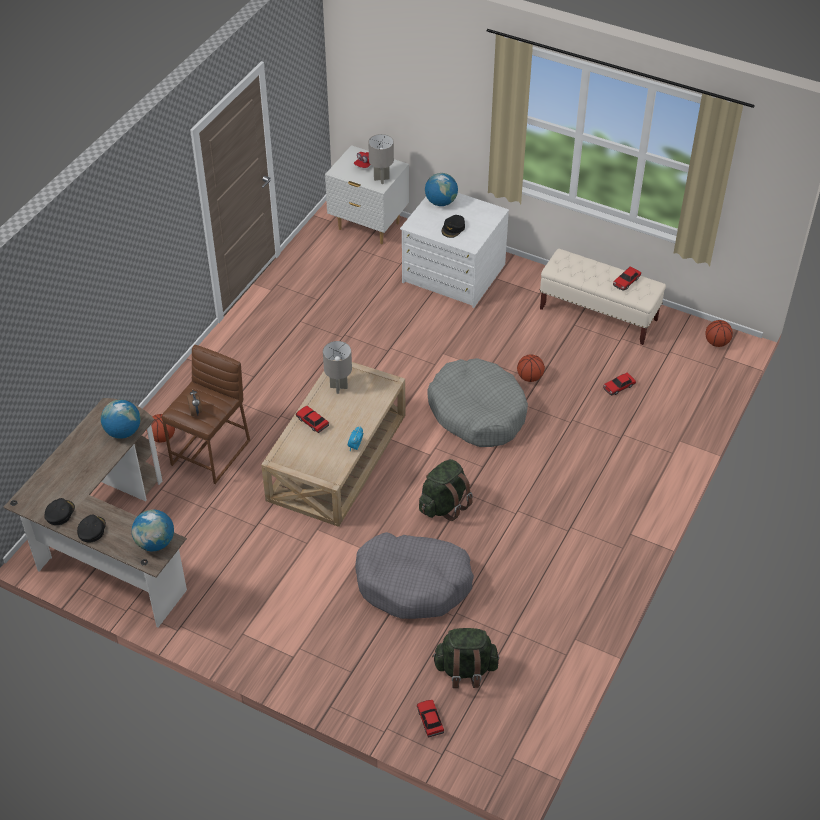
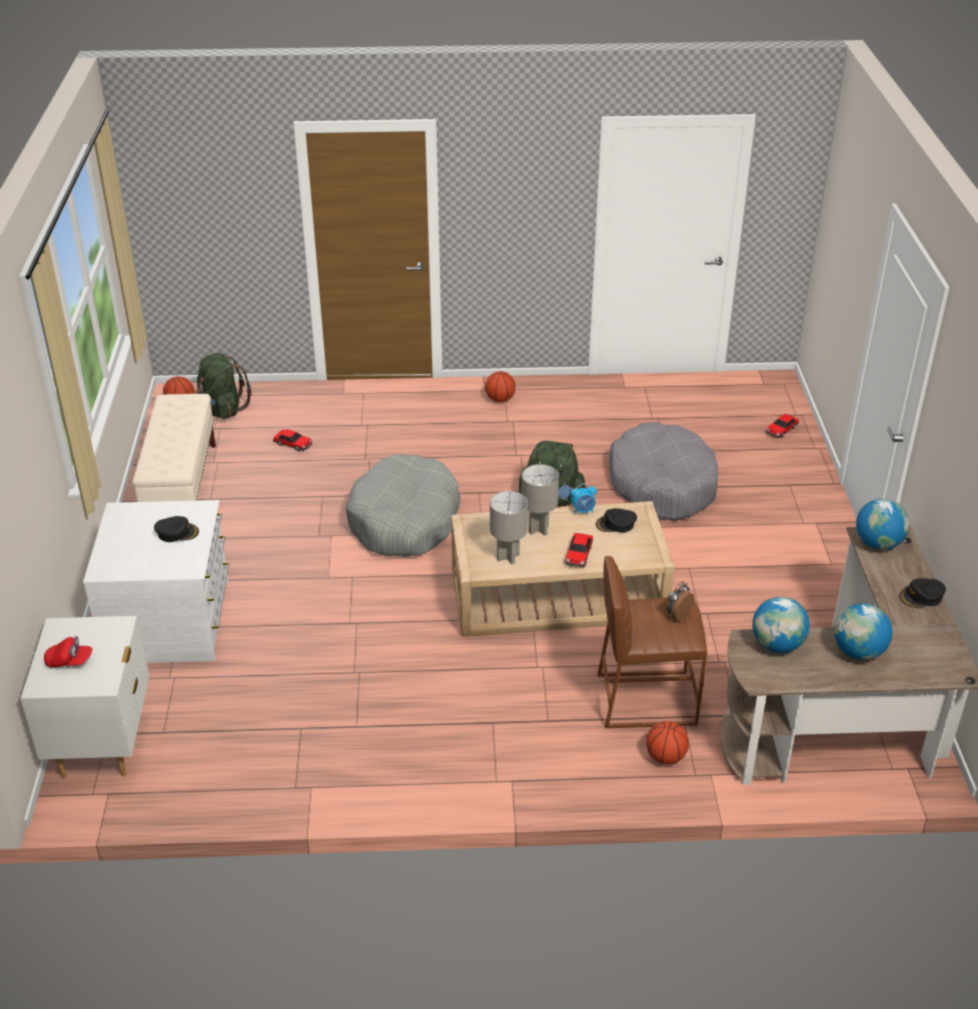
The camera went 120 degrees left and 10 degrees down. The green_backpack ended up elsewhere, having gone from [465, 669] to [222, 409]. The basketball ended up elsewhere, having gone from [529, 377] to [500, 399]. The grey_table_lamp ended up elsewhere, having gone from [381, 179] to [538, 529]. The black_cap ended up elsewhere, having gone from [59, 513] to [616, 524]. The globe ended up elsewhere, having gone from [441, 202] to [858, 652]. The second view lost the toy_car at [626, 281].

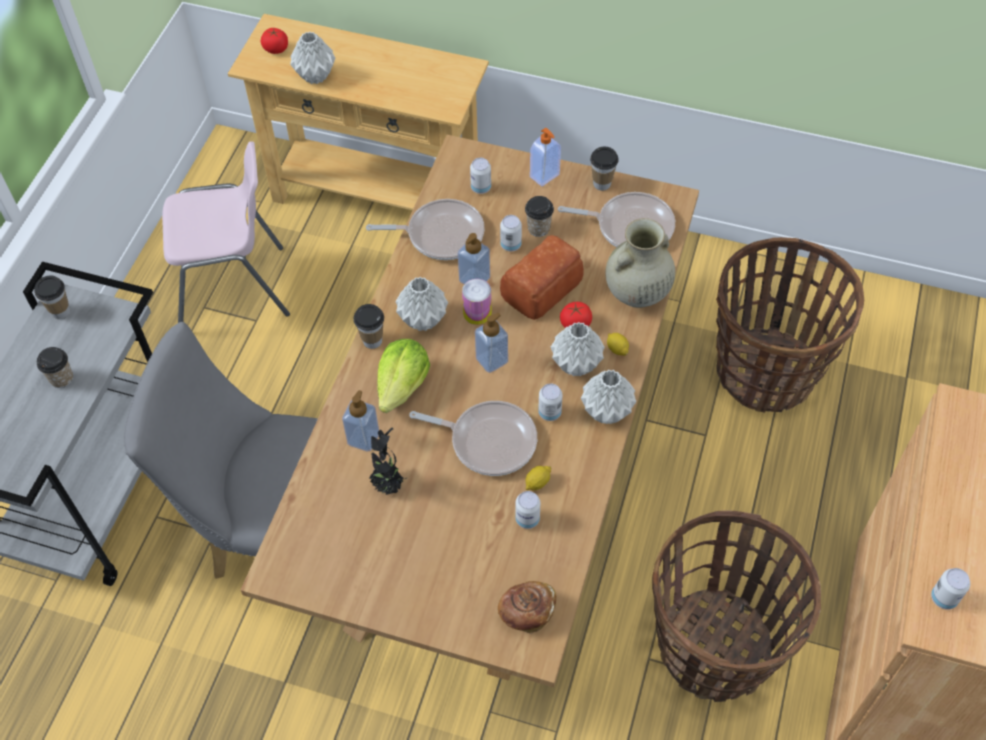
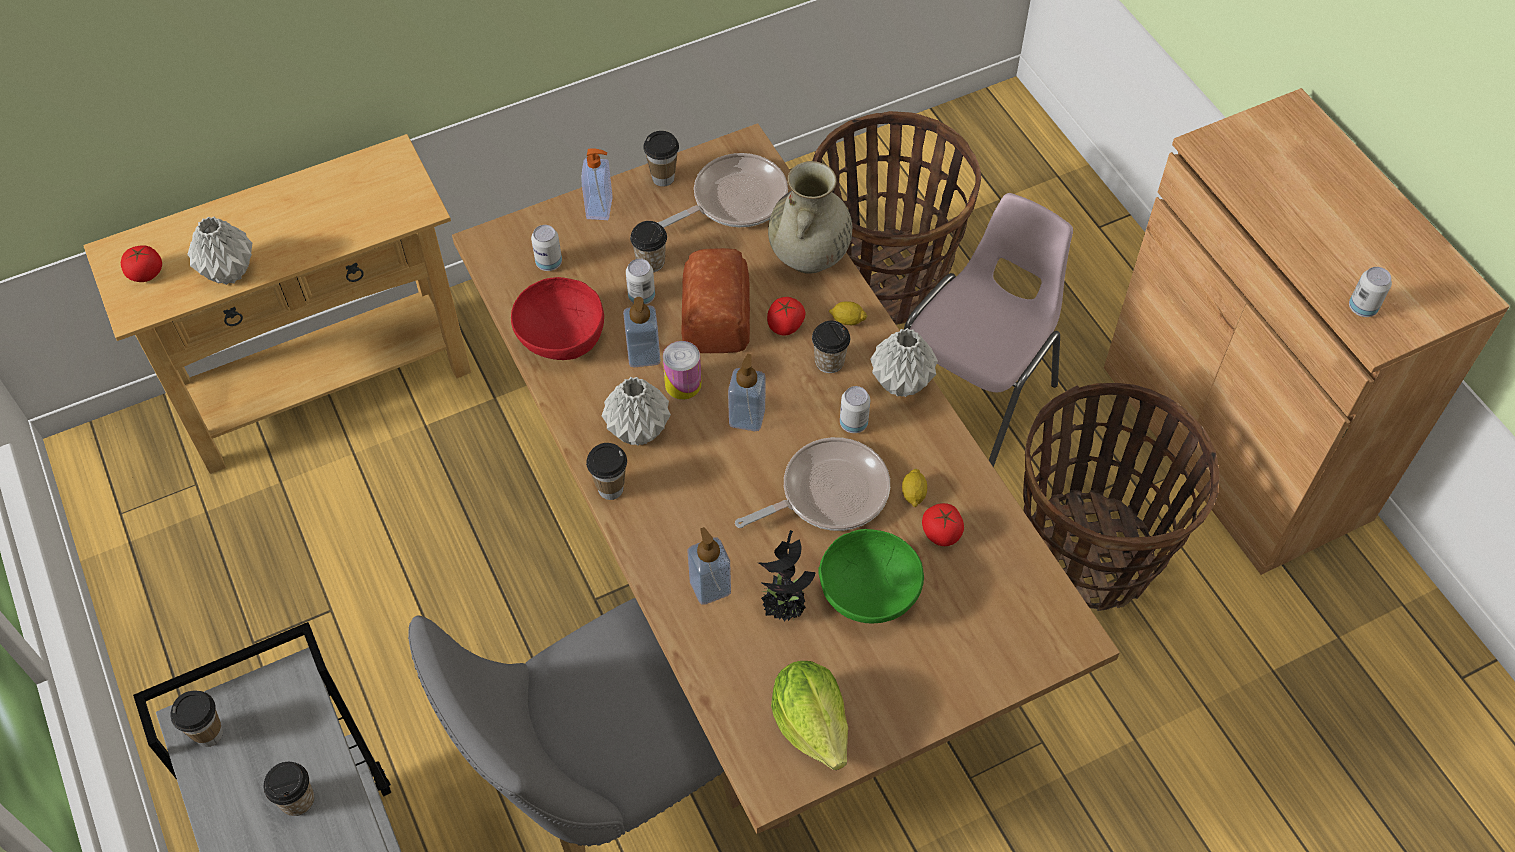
The camera went 45 degrees left and 0 degrees up. Where the frying_pan stood at [440, 234], the red_bowl came to stand at [560, 336]. The lettuce ended up elsewhere, having gone from [403, 386] to [811, 724]. Where the grey_vase stood at [577, 365], the cup came to stand at [829, 361]. The second view gained the green_bowl at [868, 593]. The pink_chair ended up elsewhere, having gone from [233, 289] to [972, 403]. Where the can stood at [527, 519], the tomato came to stand at [941, 533]. The second view lost the bread at [526, 612].

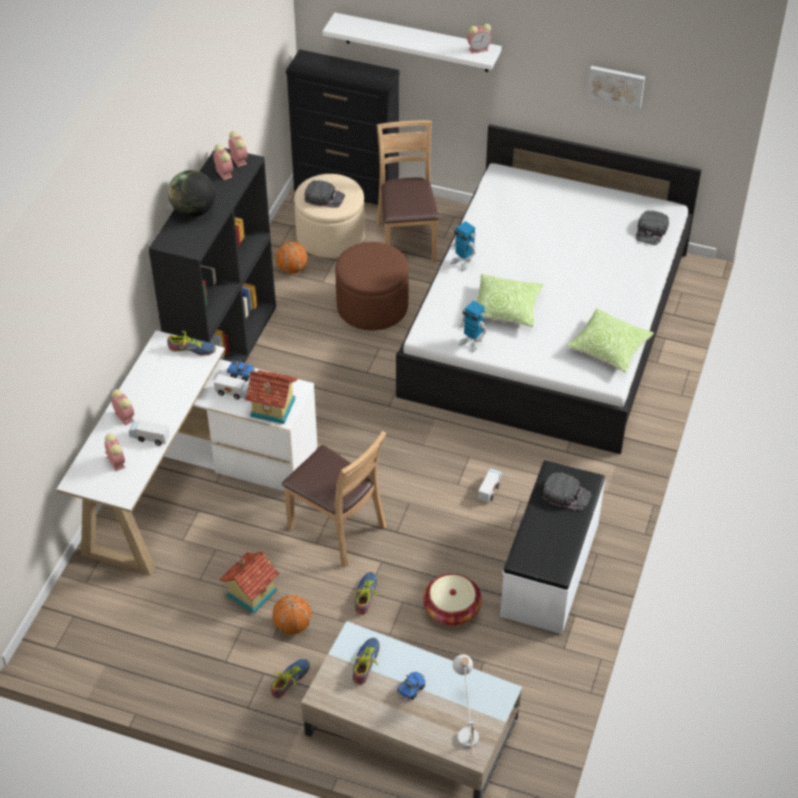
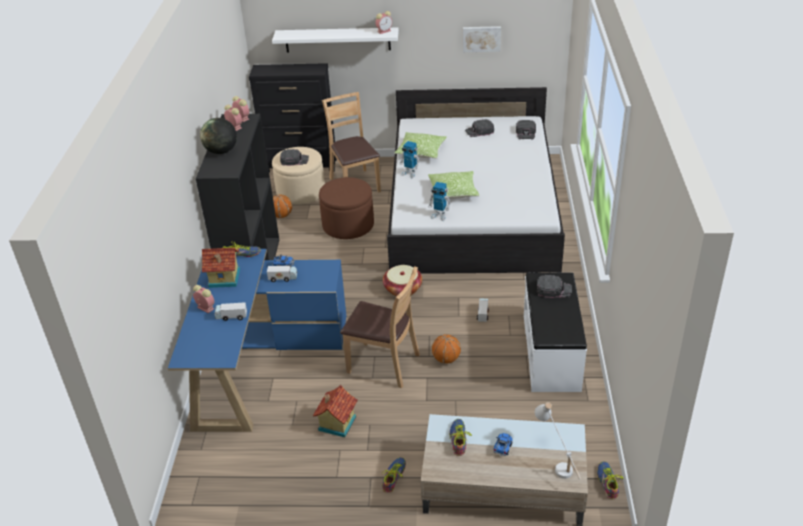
The camera went 15 degrees left and 10 degrees down. What was the white_desk at [188, 482] turned into the blue_desk at [257, 361]. The toy_house ended up elsewhere, having gone from [273, 408] to [224, 279]. The basket ended up elsewhere, having gone from [451, 609] to [402, 289]. The pillow ended up elsewhere, having gone from [609, 348] to [421, 151]. The basketball ended up elsewhere, having gone from [292, 625] to [446, 359]. The second view gained the black_cap at [479, 131]. The shoe ended up elsewhere, having gone from [365, 596] to [607, 482]. The second view lost the alarm_clock at [115, 462].

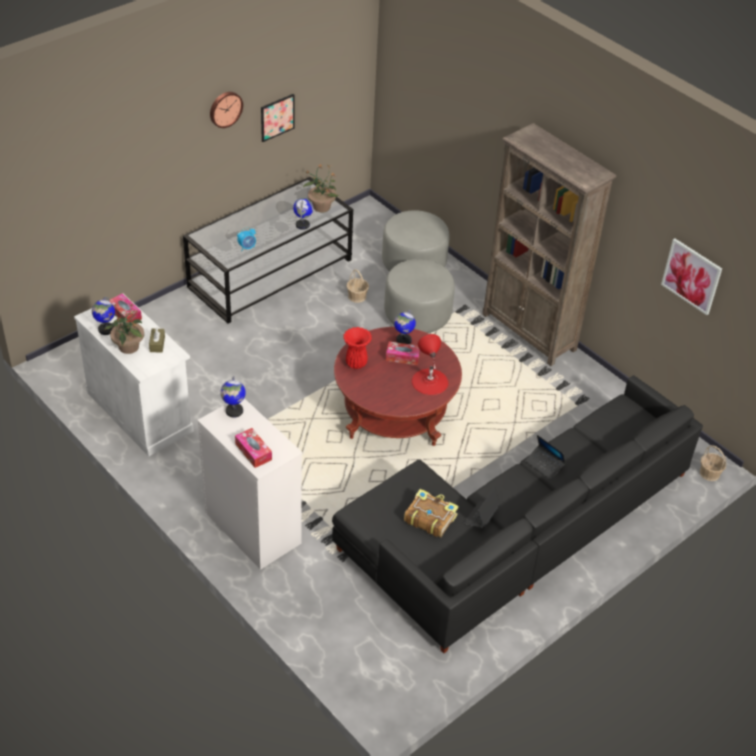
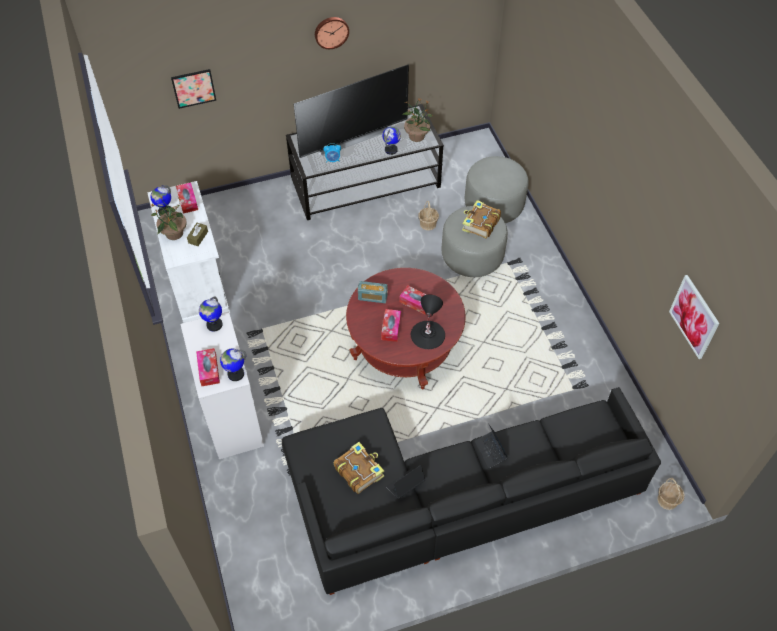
The camera went 25 degrees right and 10 degrees up. The picture ended up elsewhere, having gone from [277, 117] to [193, 88]. The globe ended up elsewhere, having gone from [403, 340] to [235, 374]. The second view gained the television at [352, 137]. Where the red_vase stood at [356, 363], the radio came to stand at [372, 297]. The second view gained the tissue_box at [391, 328]. What was the red_table_lamp at [429, 381] turned into the black_table_lamp at [427, 334]. The second view gained the book at [480, 224]. The second view lost the brown_bookcase at [529, 332].

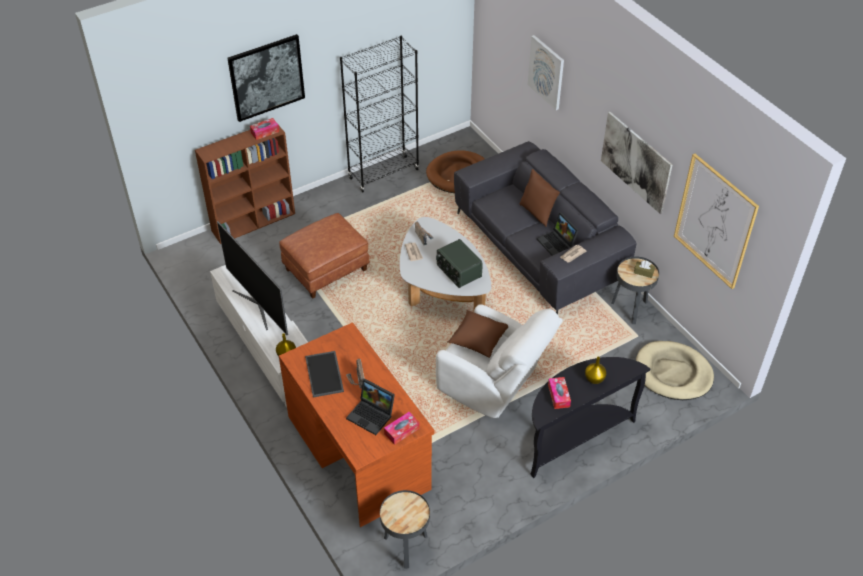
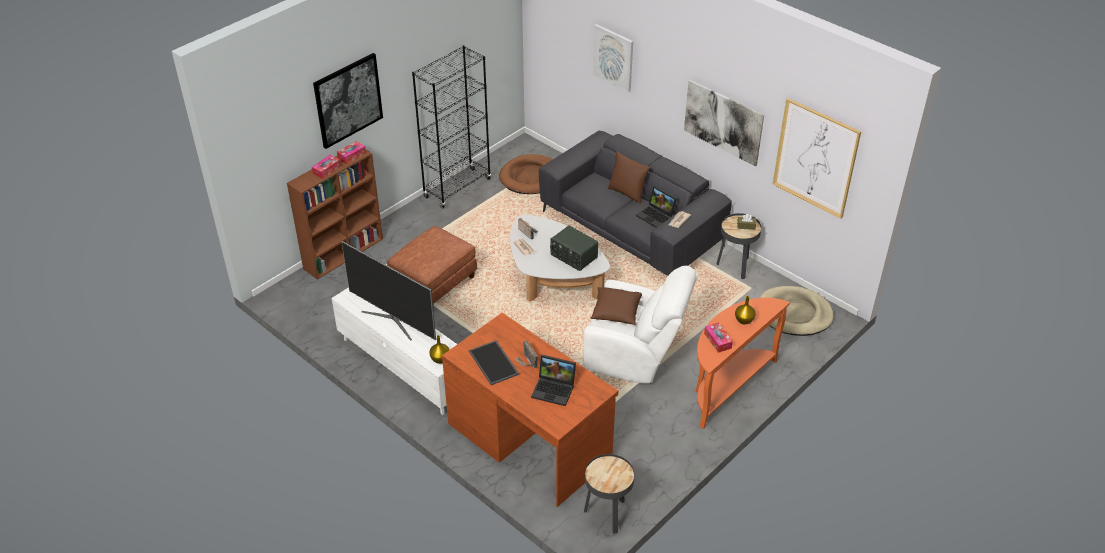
The camera went 15 degrees left and 5 degrees down. The tissue_box ended up elsewhere, having gone from [401, 431] to [326, 170]. What was the black_console_table at [574, 437] turned into the orange_console_table at [727, 386].

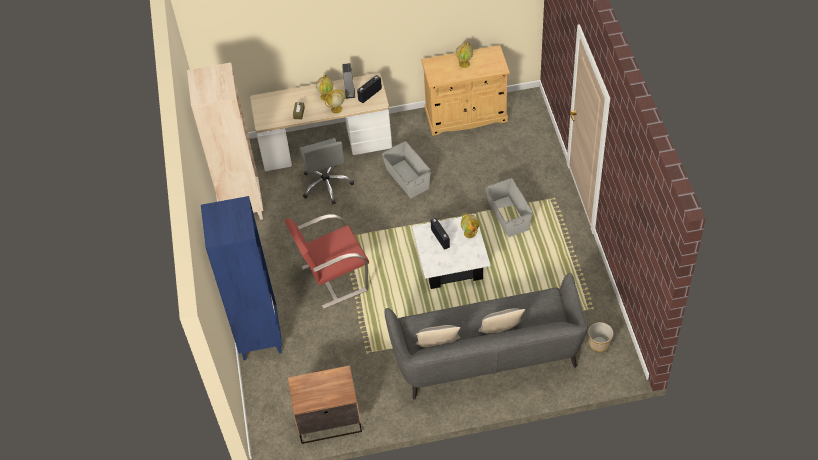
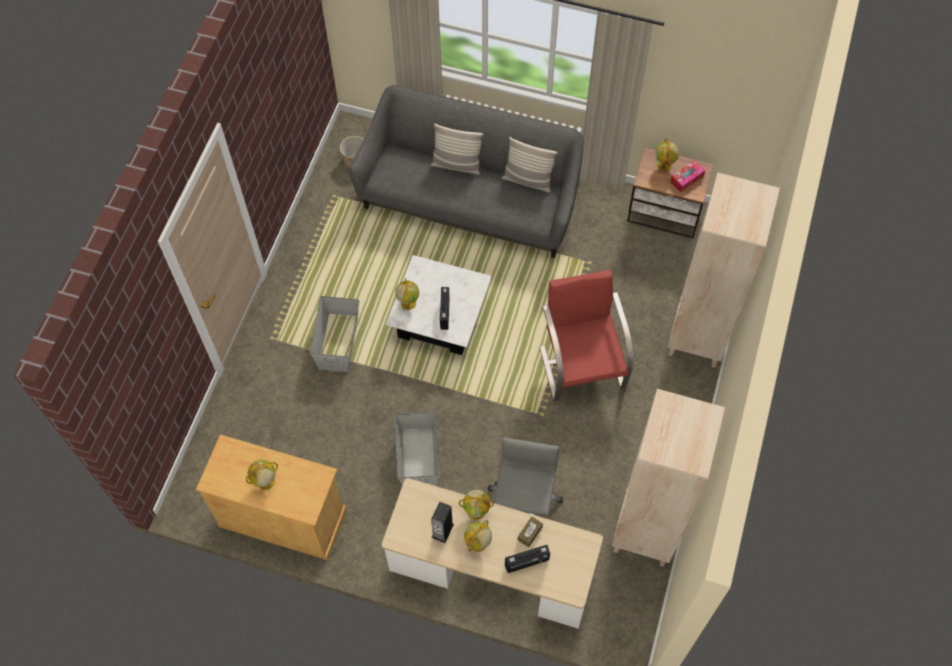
The camera went 155 degrees left and 10 degrees up. The radio ended up elsewhere, having gone from [369, 94] to [527, 563]. The red_armchair at [333, 279] ended up facing another way, 105 degrees counterclockwise from before. The second view gained the globe at [664, 165]. What was the blue_bookcase at [259, 336] turned into the beige_bookcase at [698, 337]. The second view gained the tissue_box at [686, 179].

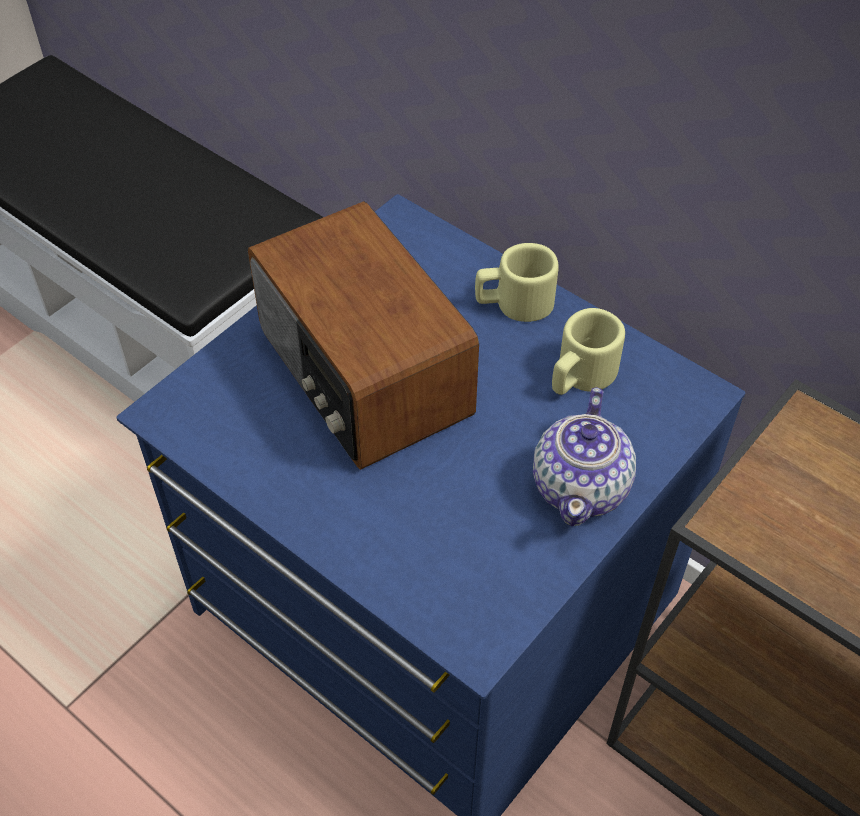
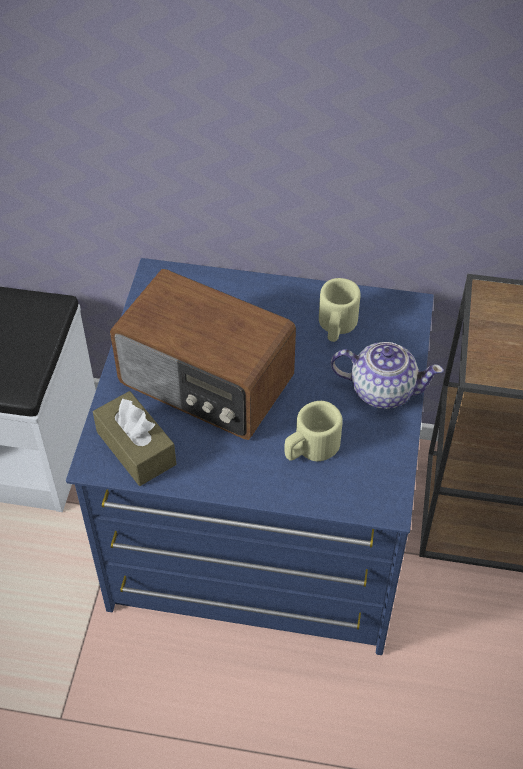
The camera went 30 degrees left and 0 degrees up. The second view gained the brown_tissue_box at [136, 448]. The beige_mug ended up elsewhere, having gone from [514, 303] to [310, 448]. The teapot at [581, 487] ended up facing another way, 60 degrees counterclockwise from before.

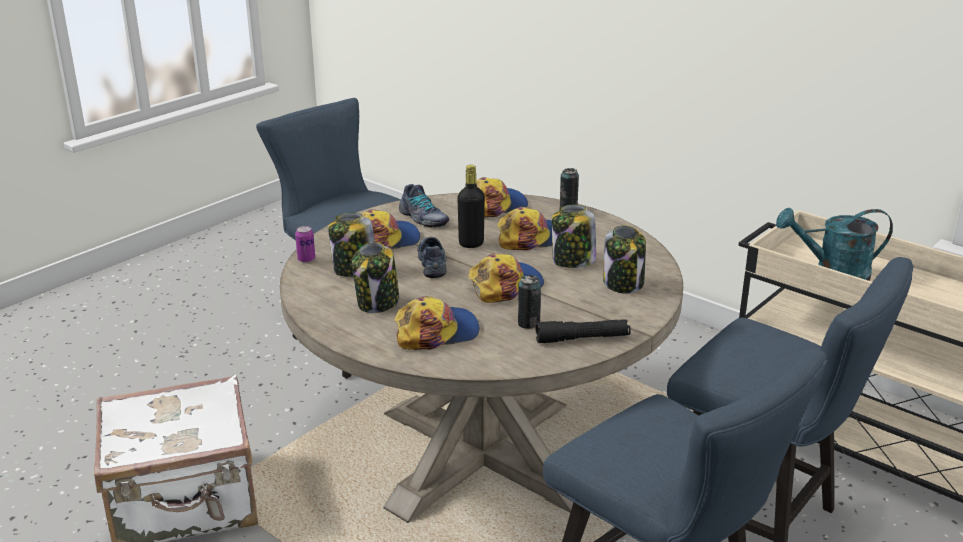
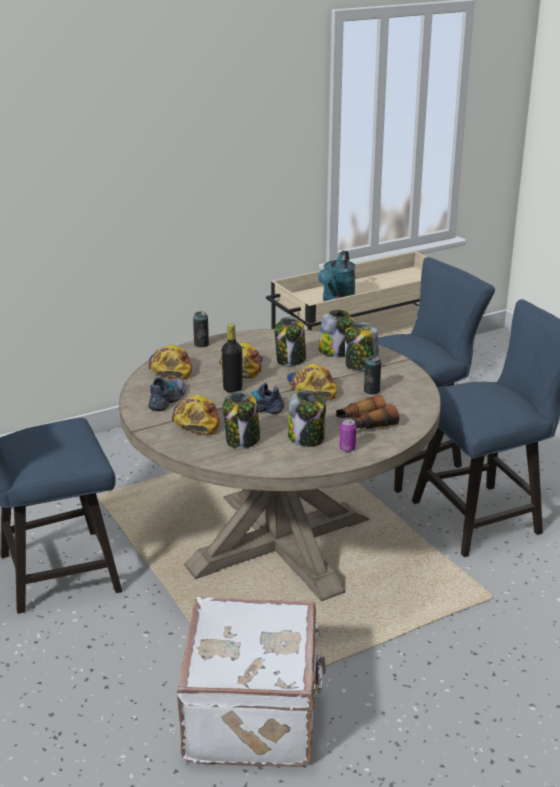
The camera went 70 degrees left and 0 degrees up. The shoe at [423, 218] ended up facing another way, 45 degrees counterclockwise from before. Where the cap stood at [436, 332], the binoculars came to stand at [365, 423]. The can ended up elsewhere, having gone from [306, 259] to [347, 448]. The second view gained the jar at [360, 366]. The second view lost the black_flashlight at [582, 339].

